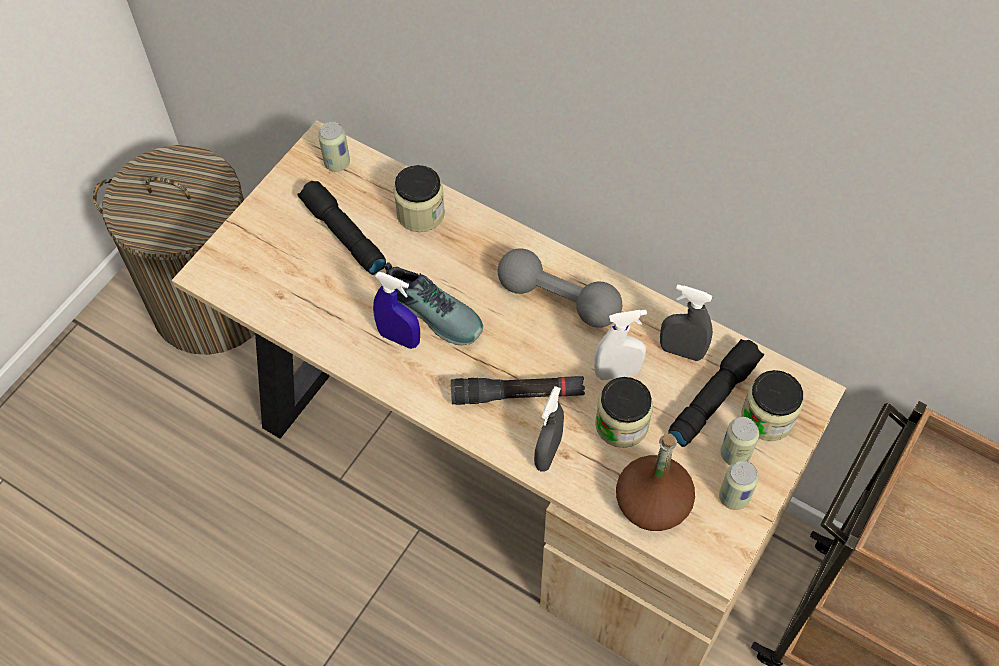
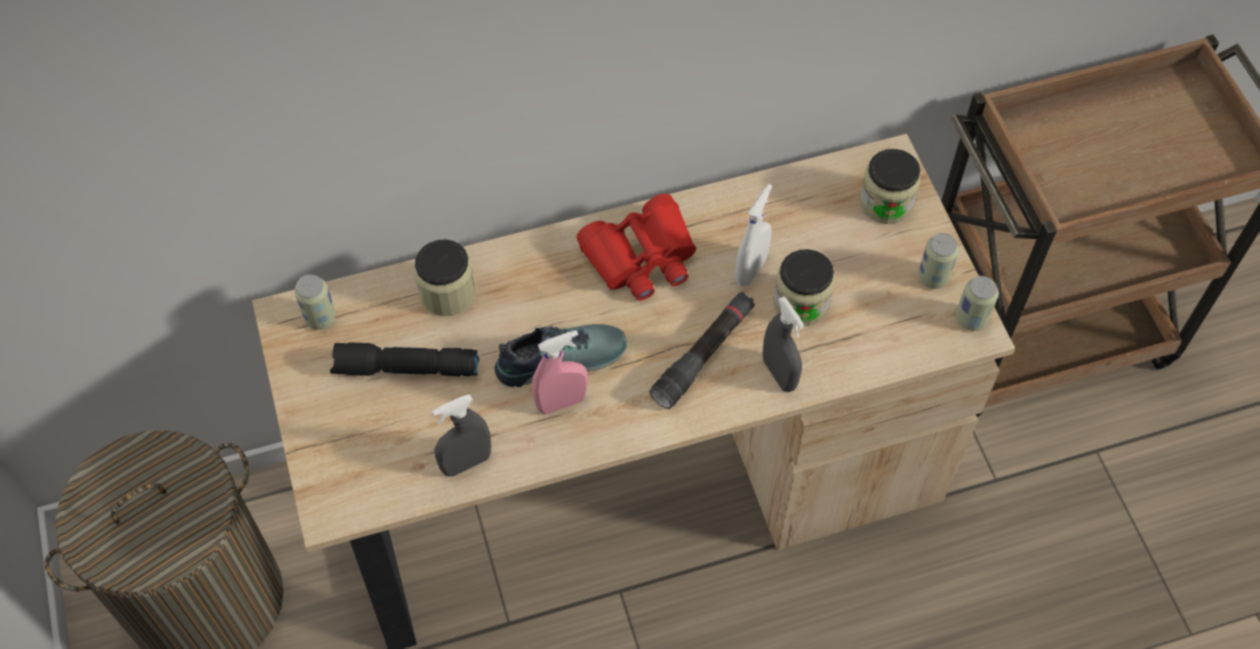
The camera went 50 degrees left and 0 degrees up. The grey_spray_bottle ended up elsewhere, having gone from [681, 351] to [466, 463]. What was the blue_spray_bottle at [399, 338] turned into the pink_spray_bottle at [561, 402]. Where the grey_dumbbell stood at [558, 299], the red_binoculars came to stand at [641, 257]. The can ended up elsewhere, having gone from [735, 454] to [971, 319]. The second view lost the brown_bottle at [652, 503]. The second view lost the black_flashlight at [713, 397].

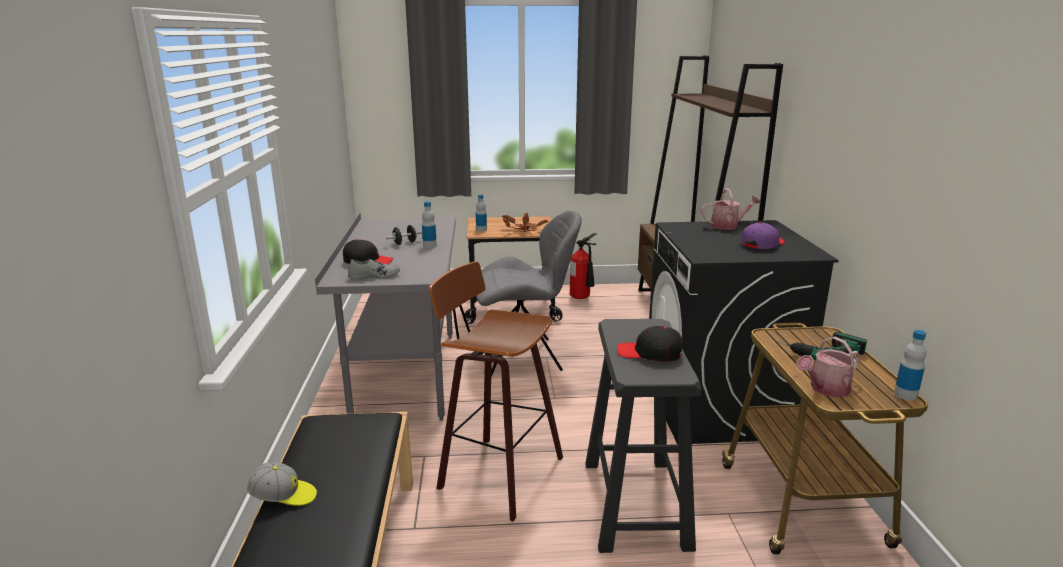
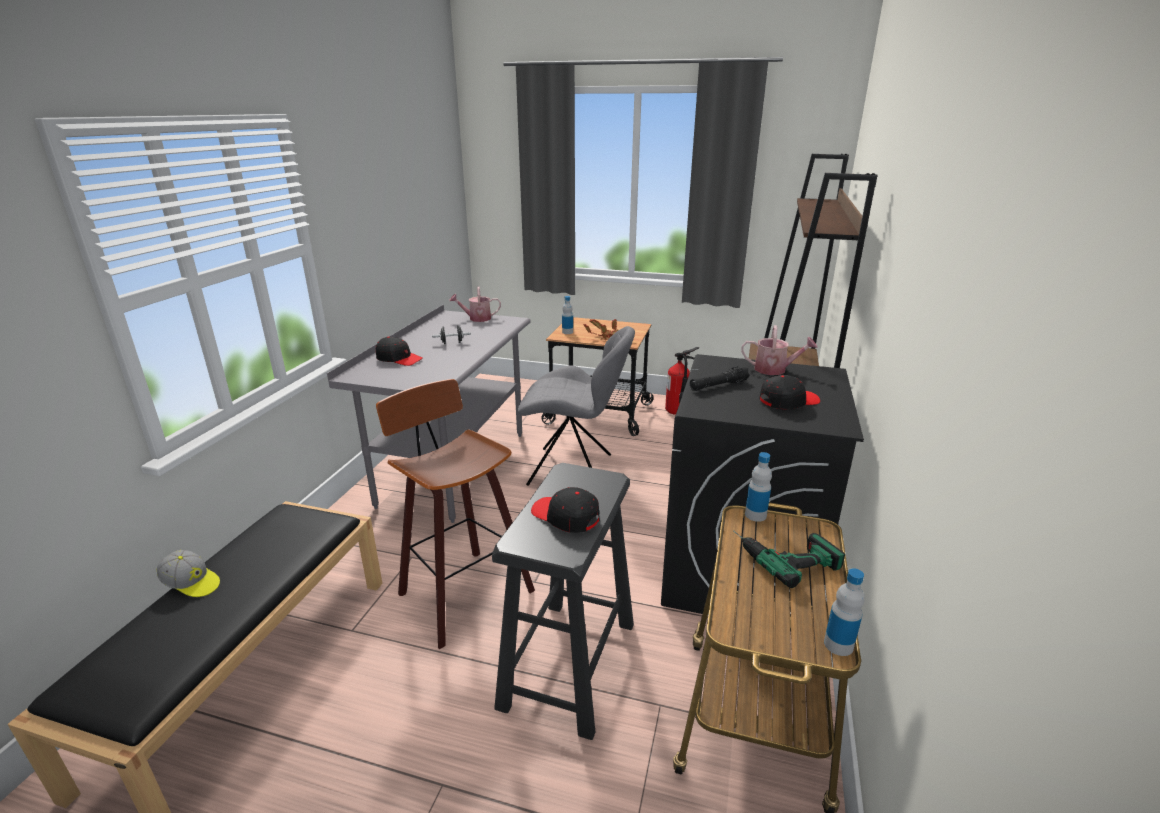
The camera went 20 degrees right and 5 degrees up. The watering_can ended up elsewhere, having gone from [825, 389] to [476, 318]. The second view gained the black_flashlight at [718, 386]. The bottle ended up elsewhere, having gone from [429, 245] to [755, 515]. What was the purple_cap at [762, 244] turned into the black_cap at [788, 401]. The second view lost the grey_shoe at [374, 276].

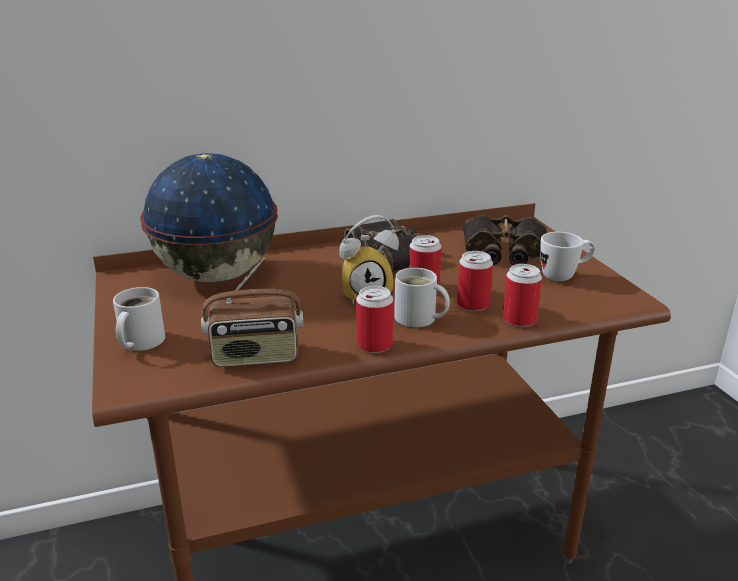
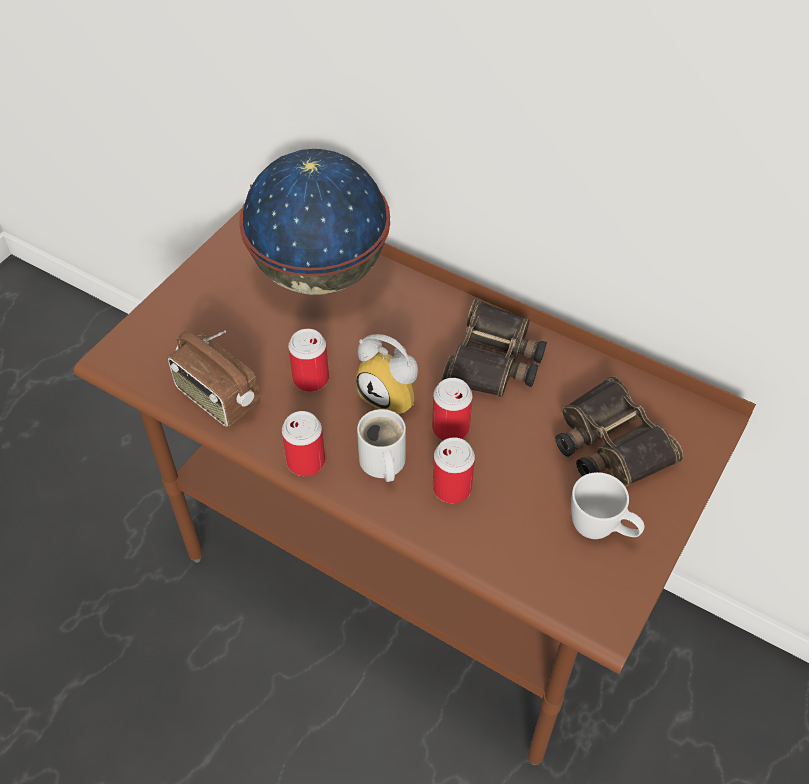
The camera went 50 degrees right and 25 degrees up. The can ended up elsewhere, having gone from [519, 320] to [311, 379]. The second view lost the white_mug at [139, 342].

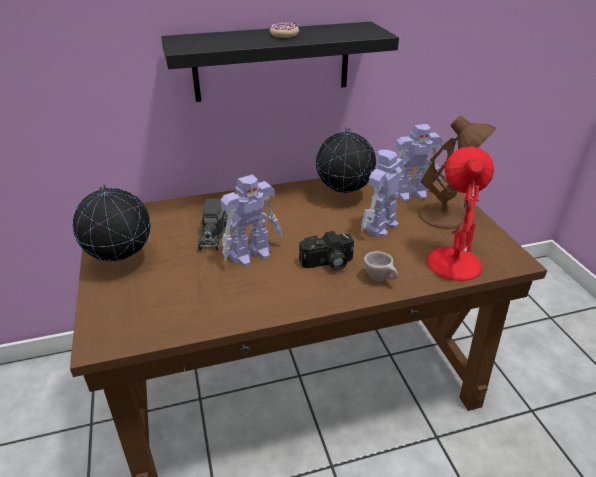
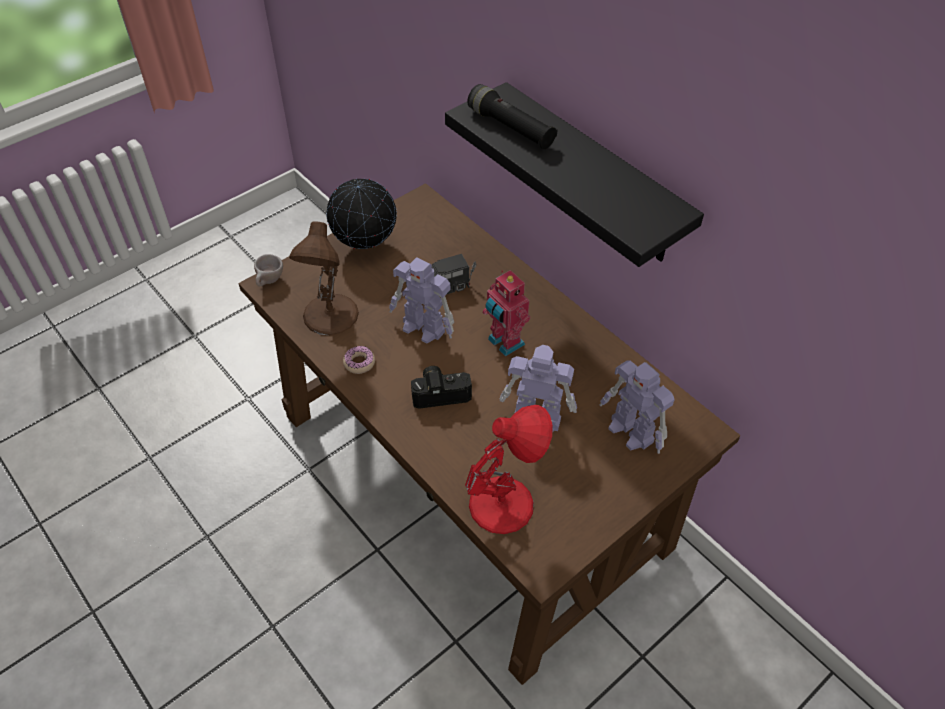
The camera went 65 degrees right and 15 degrees up. The beige_cup ended up elsewhere, having gone from [380, 279] to [269, 282]. The brown_table_lamp ended up elsewhere, having gone from [445, 216] to [330, 316]. The donut ended up elsewhere, having gone from [284, 35] to [359, 363]. The photo_camera at [327, 263] ended up facing another way, 120 degrees clockwise from before. The second view gained the black_flashlight at [511, 128]. The second view gained the toy_robot at [504, 343]. The second view lost the globe at [343, 195].

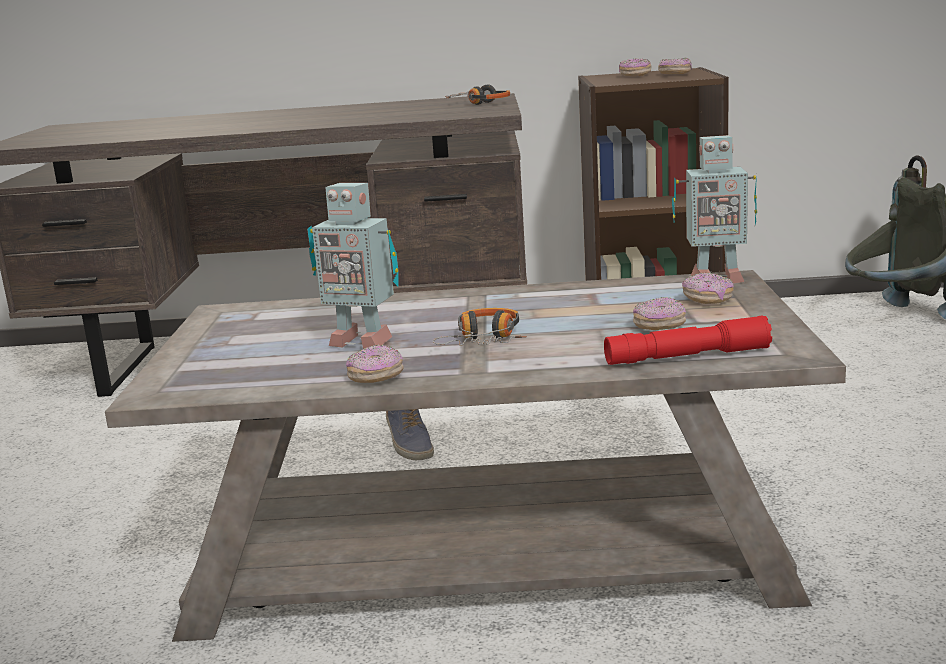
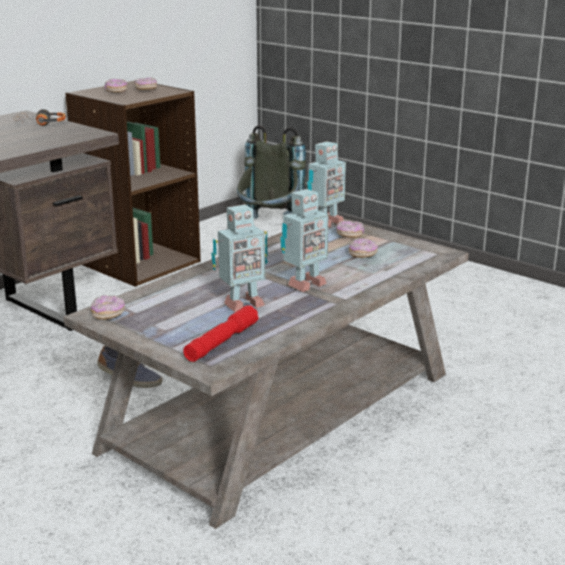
The camera went 50 degrees left and 5 degrees up. The donut ended up elsewhere, having gone from [376, 378] to [108, 315]. The red_flashlight ended up elsewhere, having gone from [687, 356] to [221, 342]. Where the headphones stood at [485, 340], the toy_robot came to stand at [304, 284].

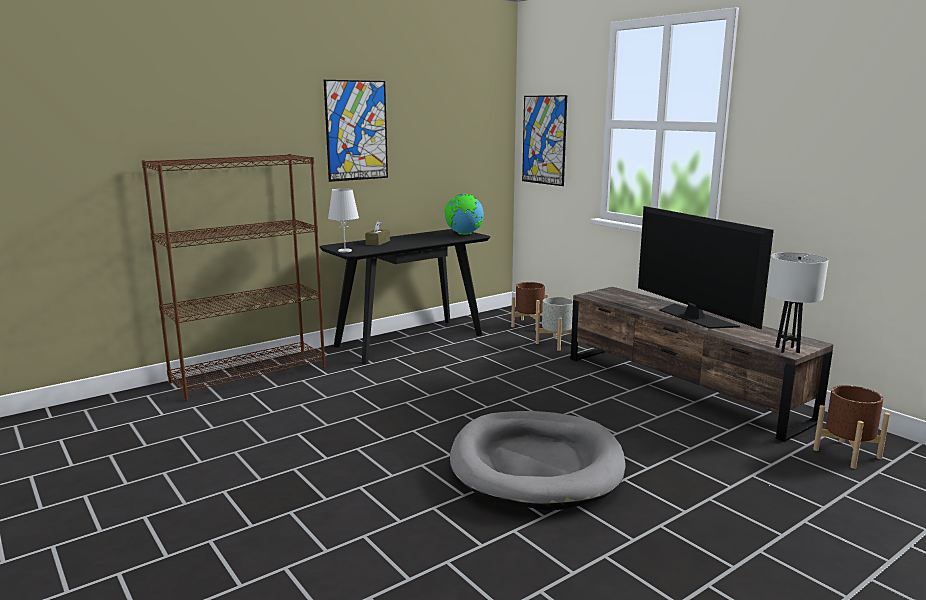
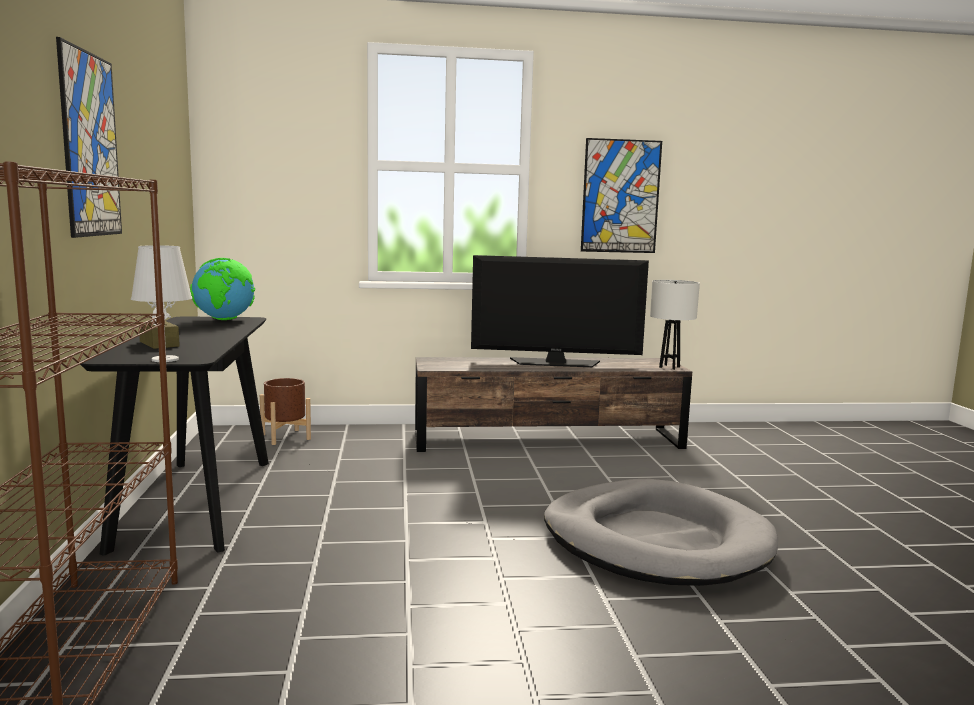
The camera went 60 degrees left and 5 degrees down. The picture ended up elsewhere, having gone from [544, 140] to [620, 196]. The second view lost the grey_planter at [556, 343]. The second view lost the brown_planter at [847, 454].

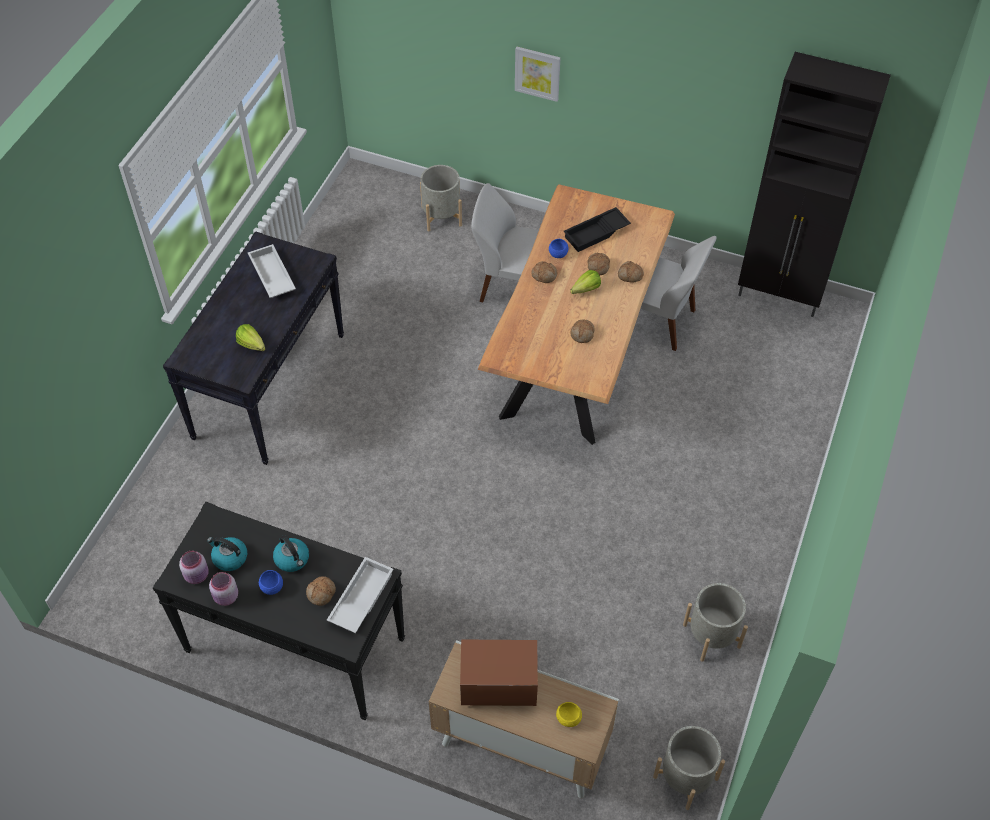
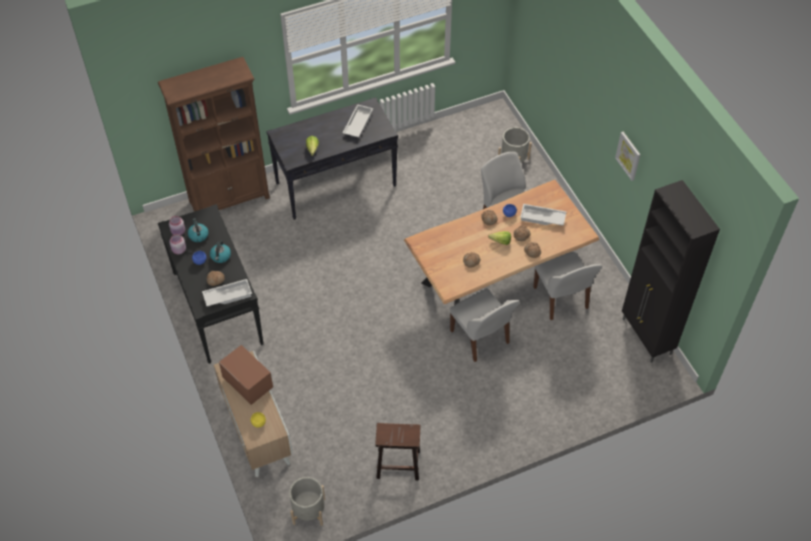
The camera went 45 degrees right and 0 degrees up. The second view gained the brown_bookcase at [230, 199]. Where the grey_planter stood at [711, 635], the brown_stool came to stand at [397, 464]. The second view gained the white_chair at [480, 338]. What was the black_tray at [596, 234] turned into the white_tray at [542, 218]. The picture ended up elsewhere, having gone from [537, 73] to [628, 155].

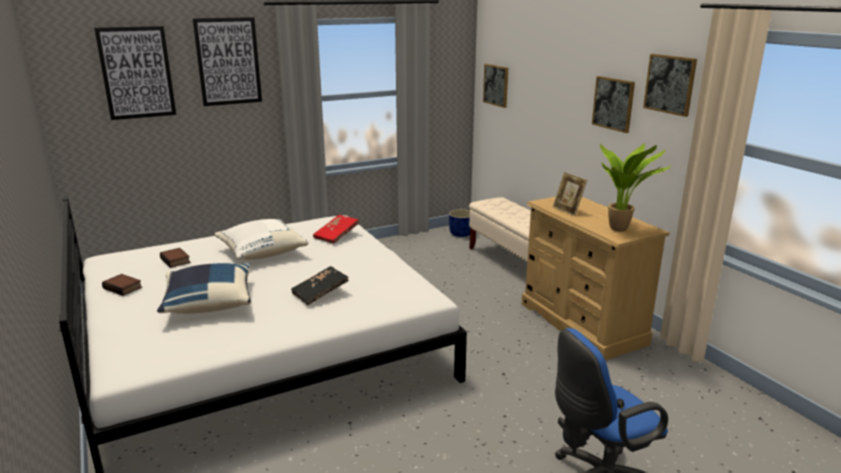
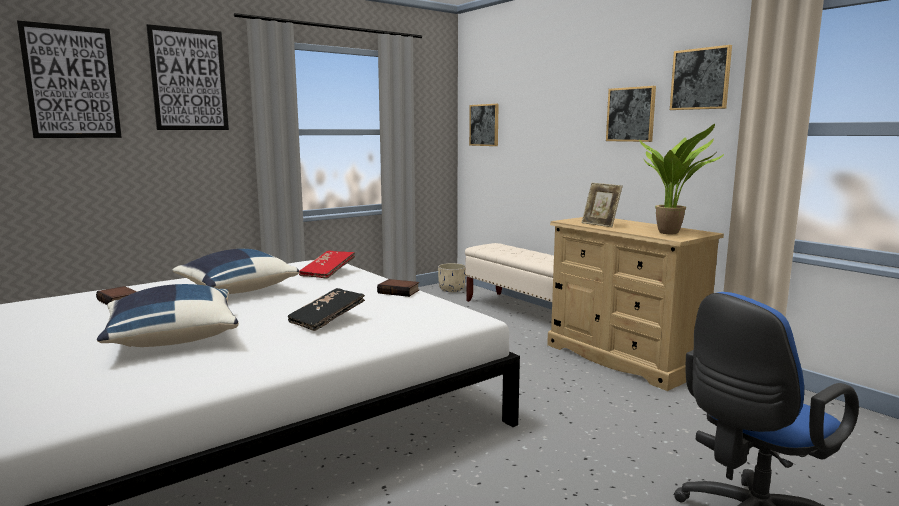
The camera went 10 degrees left and 10 degrees down. What was the white_pillow at [261, 253] turned into the blue_pillow at [236, 290]. The book ended up elsewhere, having gone from [124, 287] to [399, 291]. What was the blue_planter at [461, 234] turned into the beige_planter at [452, 290].

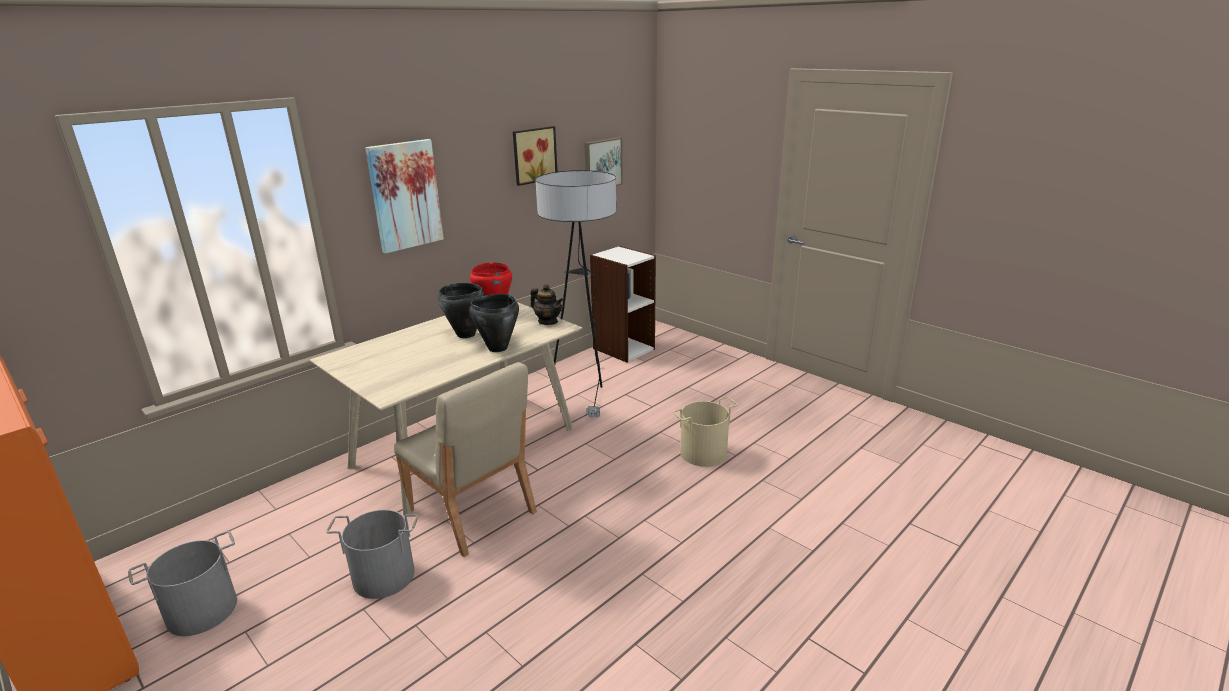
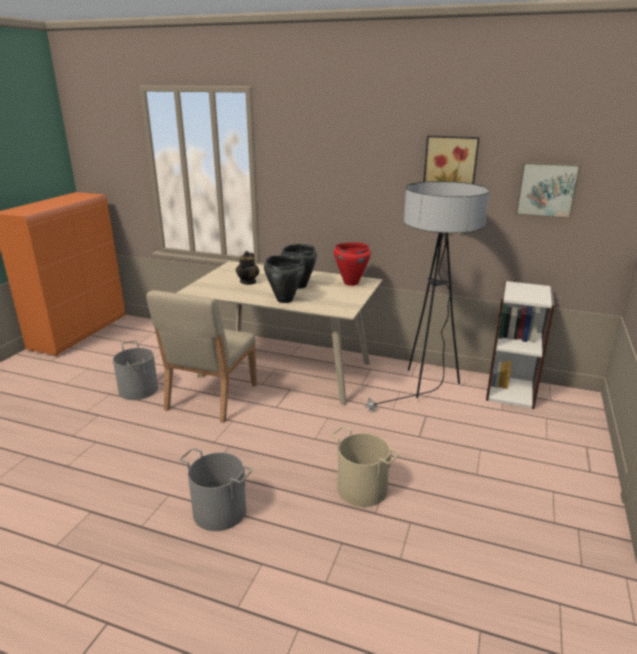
The camera went 65 degrees right and 0 degrees up. The grey_bucket ended up elsewhere, having gone from [202, 611] to [219, 511]. The teapot ended up elsewhere, having gone from [548, 321] to [248, 282]. The second view lost the picture at [405, 195].

